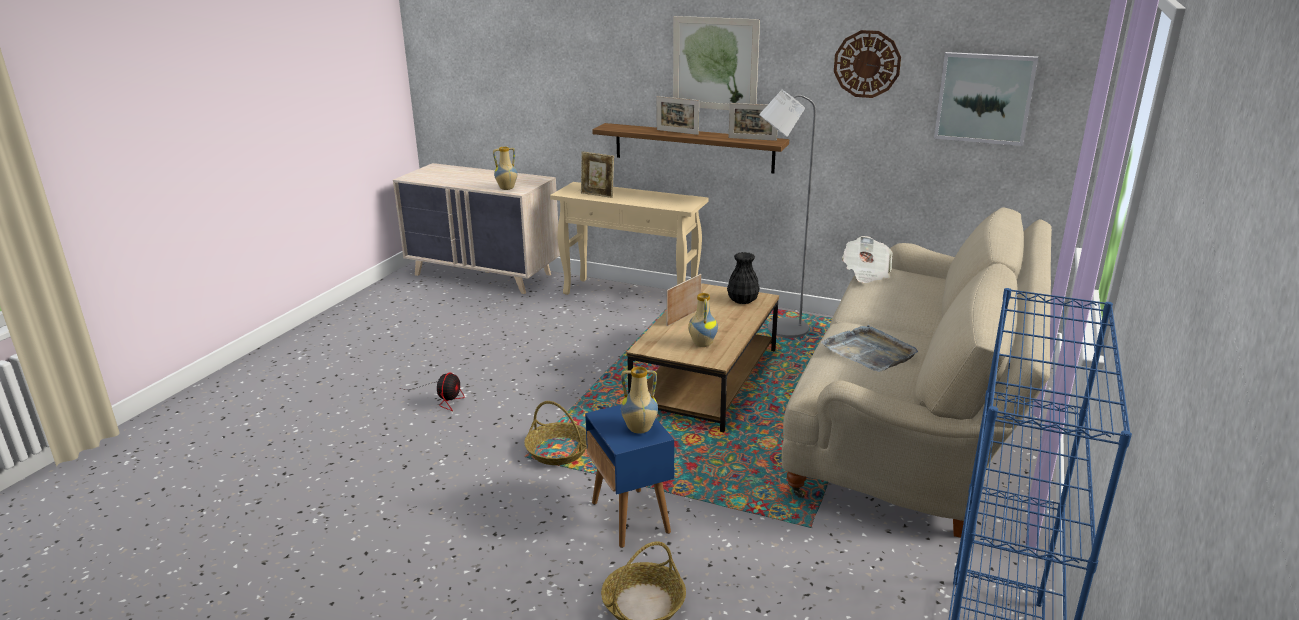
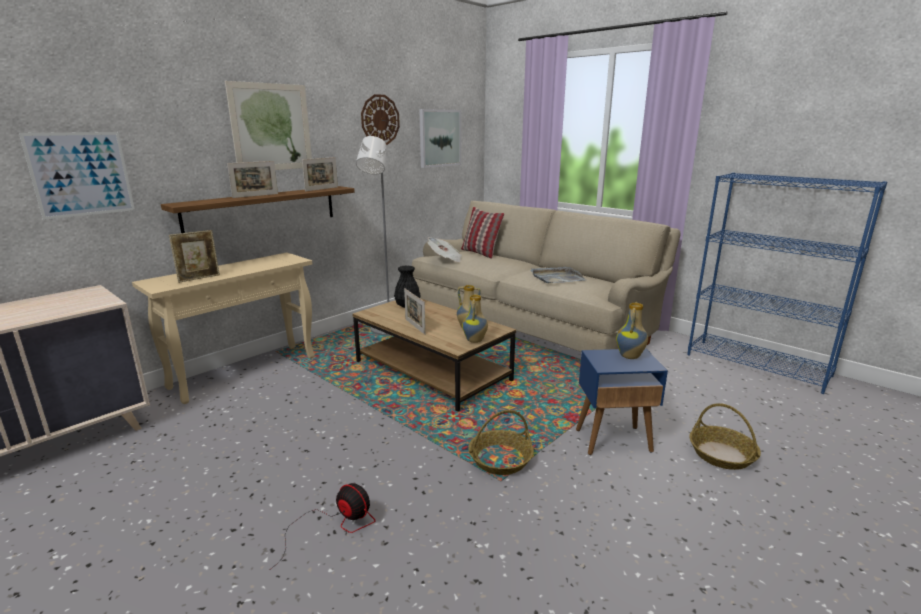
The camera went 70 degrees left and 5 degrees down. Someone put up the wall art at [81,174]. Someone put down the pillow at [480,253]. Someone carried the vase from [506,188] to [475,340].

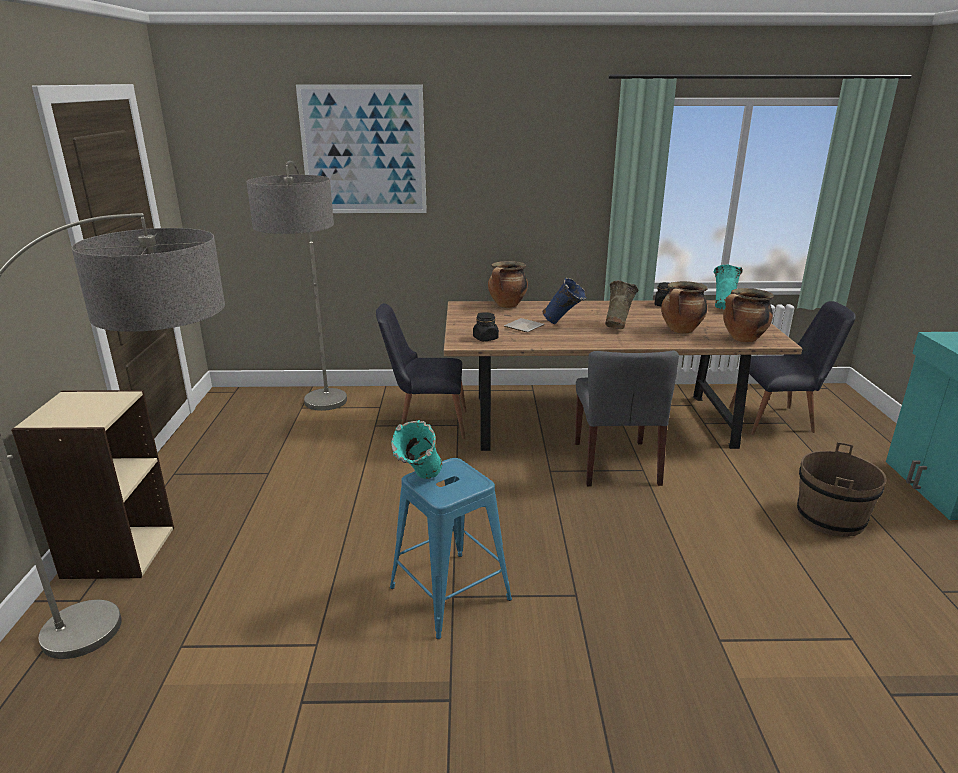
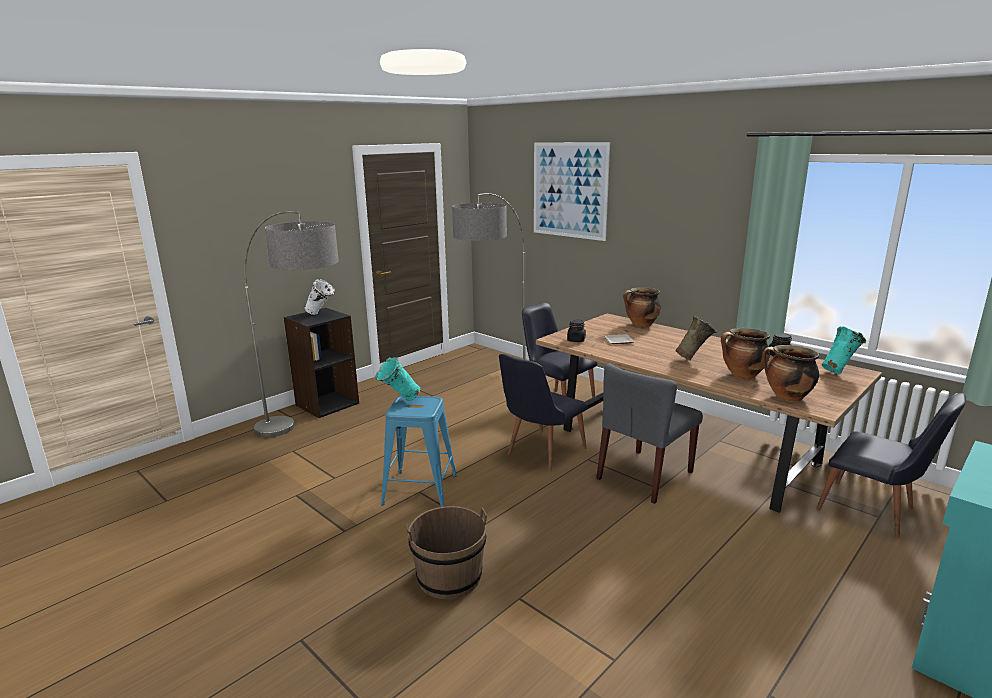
The camera went 45 degrees right and 5 degrees down. Someone repainted the shelving unit in beige-coloured at [118,552], which became the shelving unit in black at [327,404]. Someone put down the vase in white-coloured at [321,314]. Someone carried the bucket in brown-coloured from [830,518] to [449,577]. Someone put down the upright chair in black at [540,453]. Someone took away the vase in blue at [564,324].

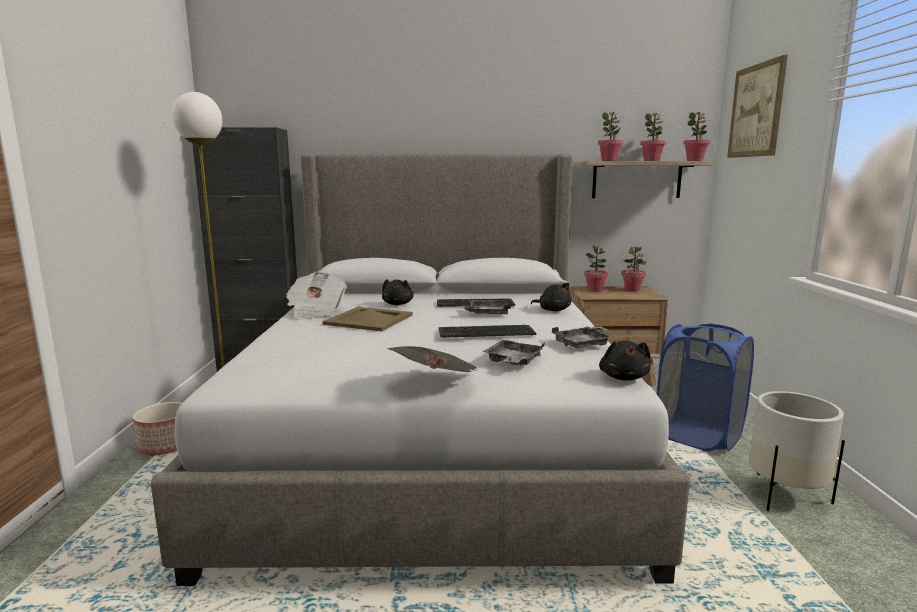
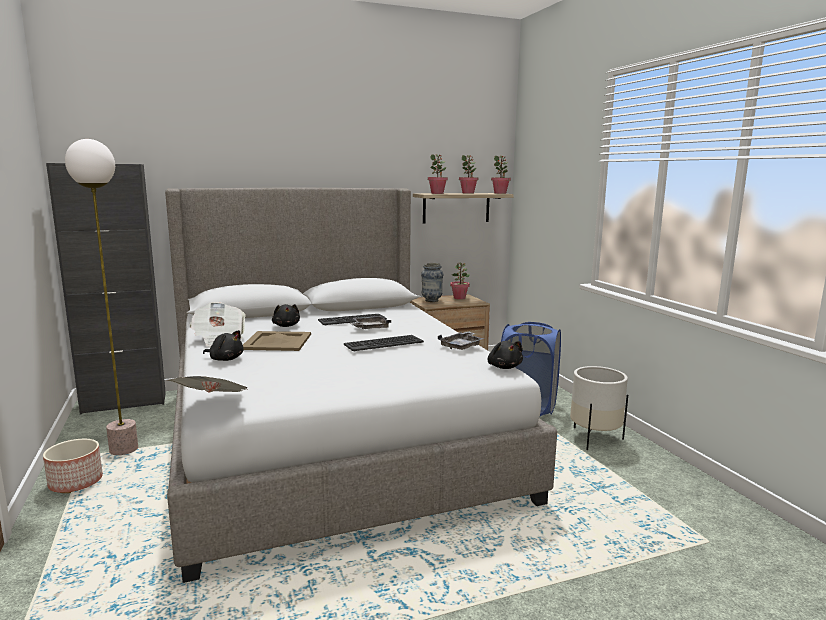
The camera went 20 degrees left and 0 degrees up. Someone carried the printed paper from [437,384] to [213,405]. Someone carried the soft toy in black from [553,310] to [225,359]. Someone swapped the potted plant at [595,290] for the vase at [431,300]. Someone took away the serving tray in grey at [513,361]. Someone took away the wall art at [756,111].

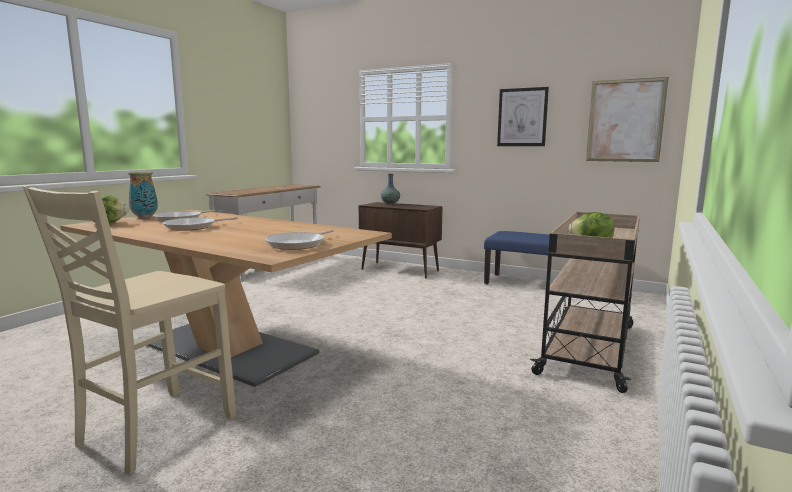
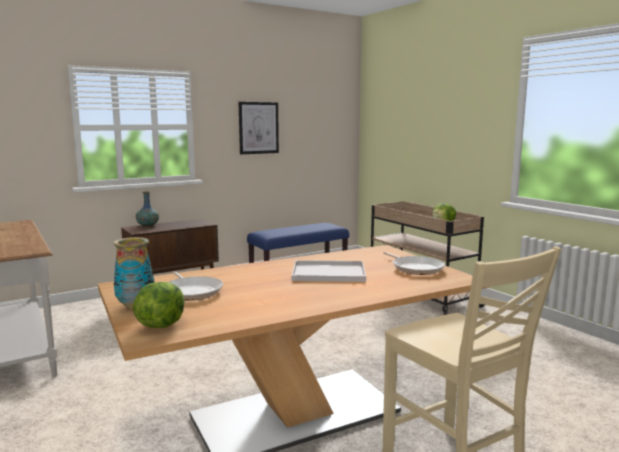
The camera went 60 degrees left and 0 degrees up. Someone put down the serving tray in white-coloured at [330,273]. Someone took away the frying pan at [193,227]. Someone took away the wall art at [625,121].

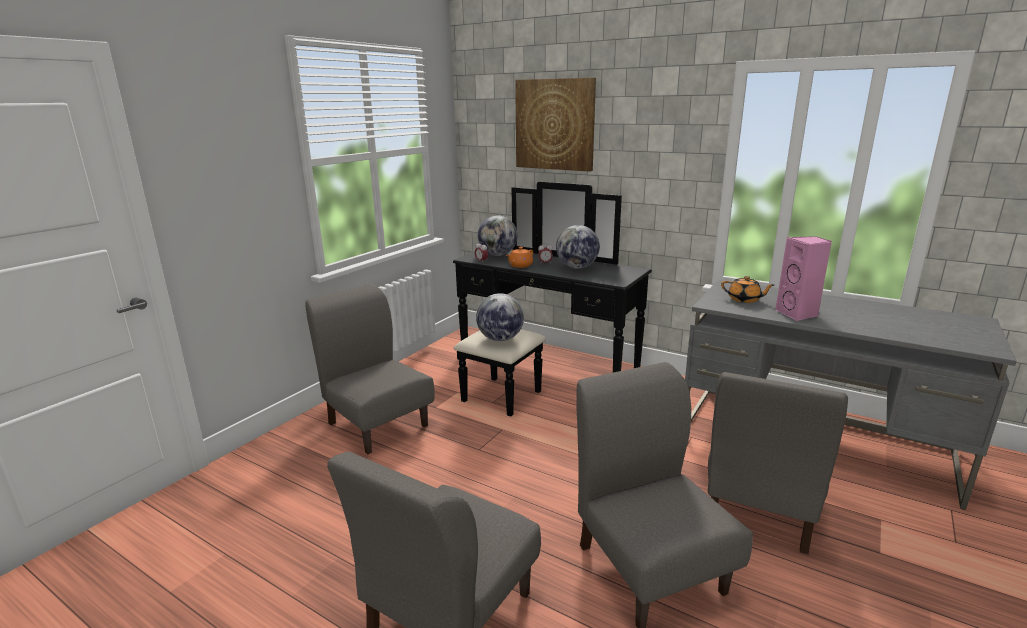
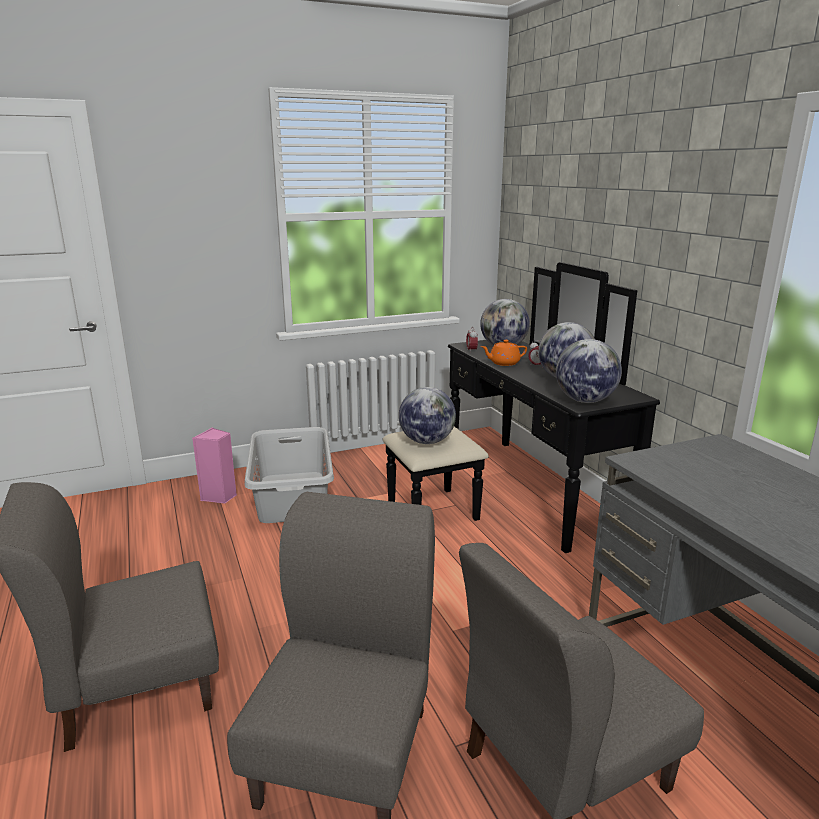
The camera went 35 degrees right and 0 degrees up. Someone carried the loudspeaker in pink-coloured from [798,314] to [219,497]. Someone swapped the upright chair in grey at [377,423] for the laundry basket in grey at [293,496]. Someone put down the world globe at [585,401]. Someone took away the wall art at [555,124]. Someone took away the pot for tea in orange at [744,299].

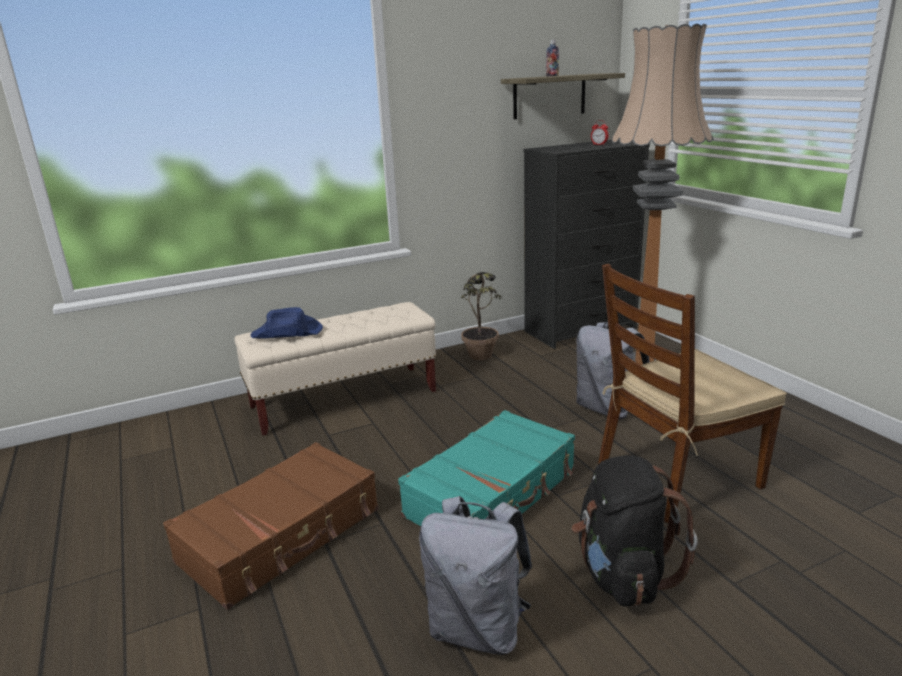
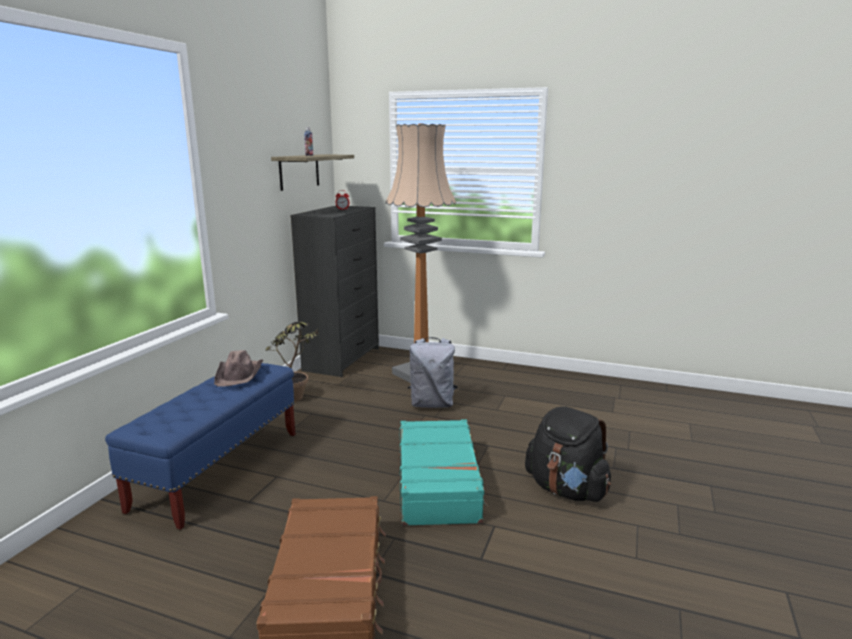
The camera went 45 degrees left and 5 degrees down. Someone repainted the indoor bench in beige-coloured at [344,399], which became the indoor bench in blue at [219,469]. Someone put down the clothing hat in brown-coloured at [239,374]. Someone took away the clothing hat in blue at [288,333]. Someone took away the knapsack in grey at [478,628]. Someone took away the upright chair in brown-coloured at [677,477].

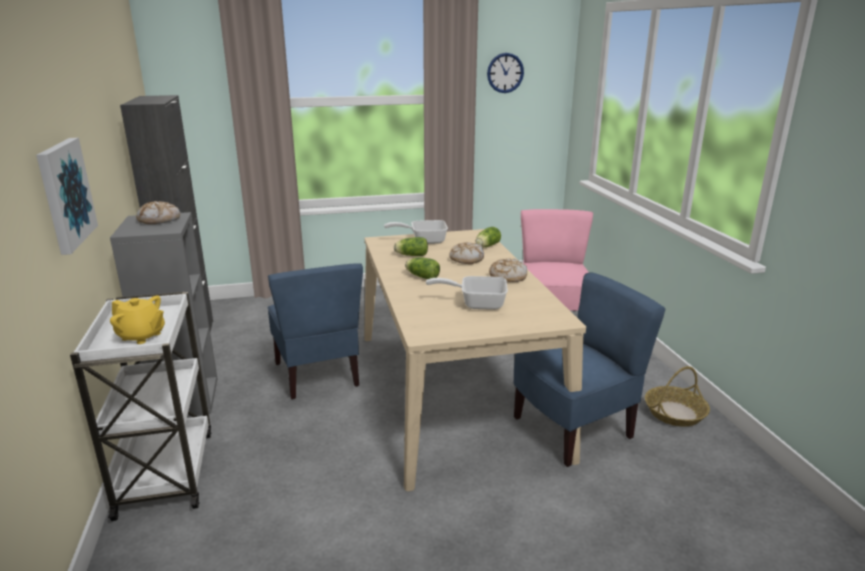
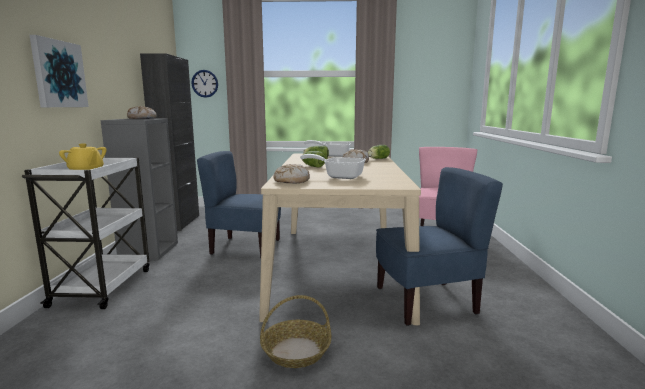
The camera went 15 degrees right and 10 degrees down. Someone carried the wall clock from [505,73] to [205,83]. Someone rotated the upright chair in blue at [318,374] by 105 degrees clockwise. Someone carried the basket from [674,413] to [296,351]. Someone carried the baked bread from [507,277] to [291,181].

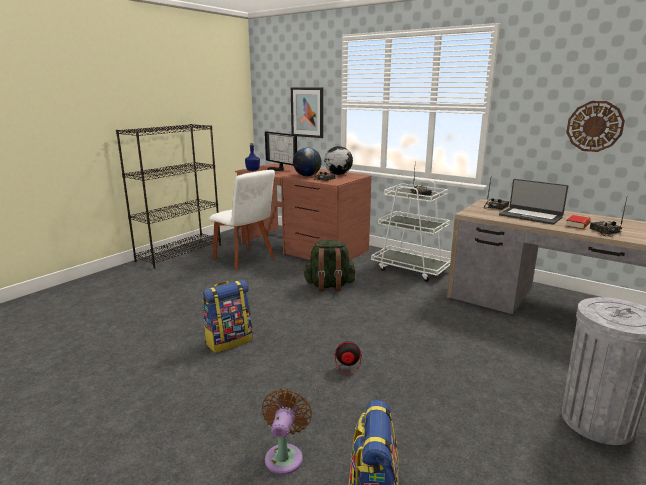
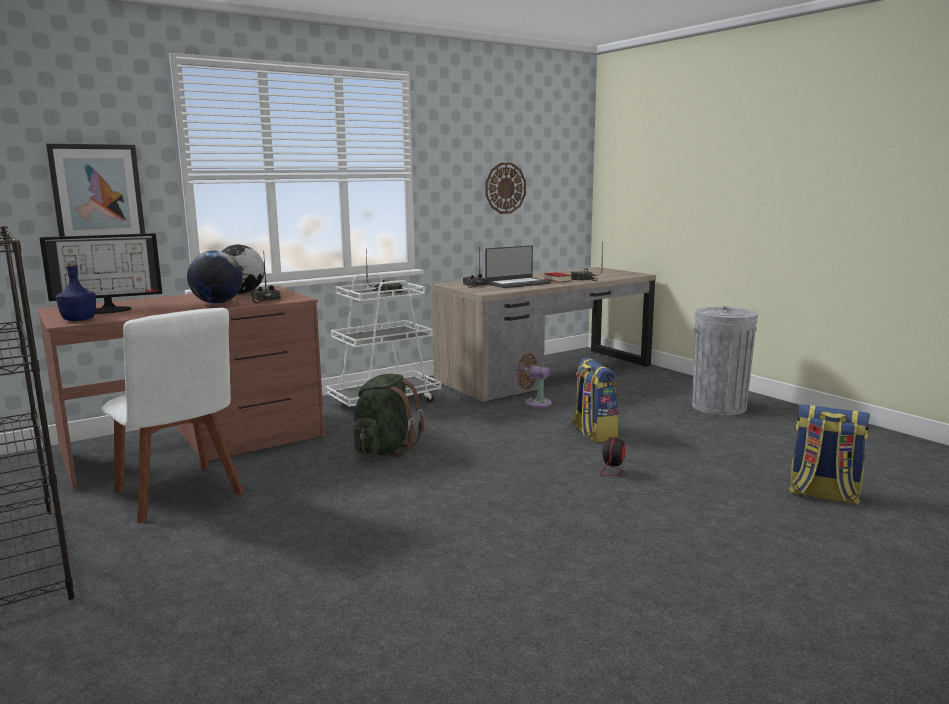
The camera went 70 degrees left and 5 degrees down. Someone rotated the upright chair in white-coloured at [245,259] by 75 degrees clockwise. Someone carried the fan in brown-coloured from [285,456] to [535,402]. Someone carried the knapsack from [229,341] to [593,433].

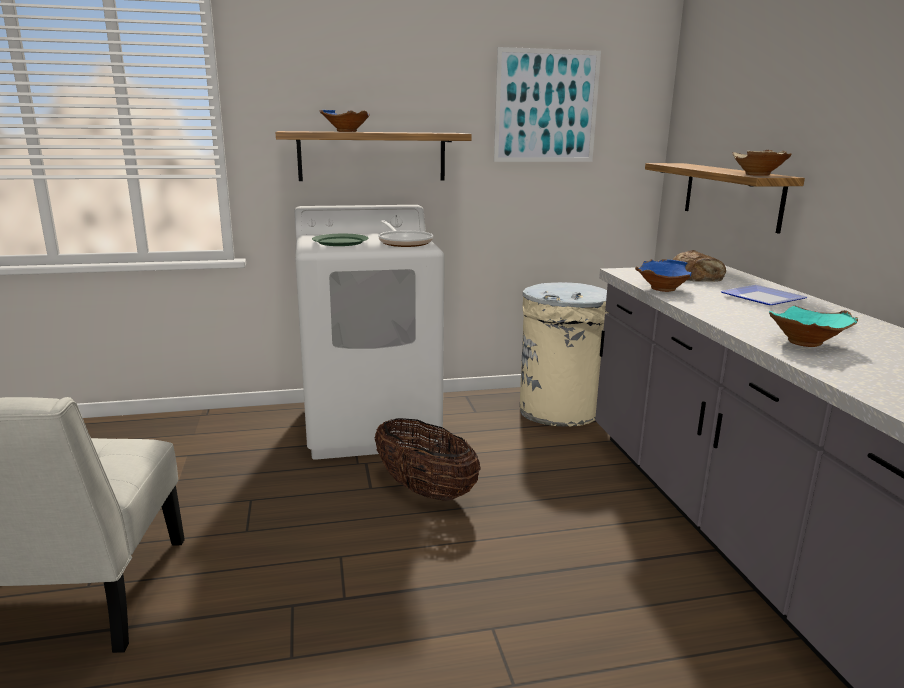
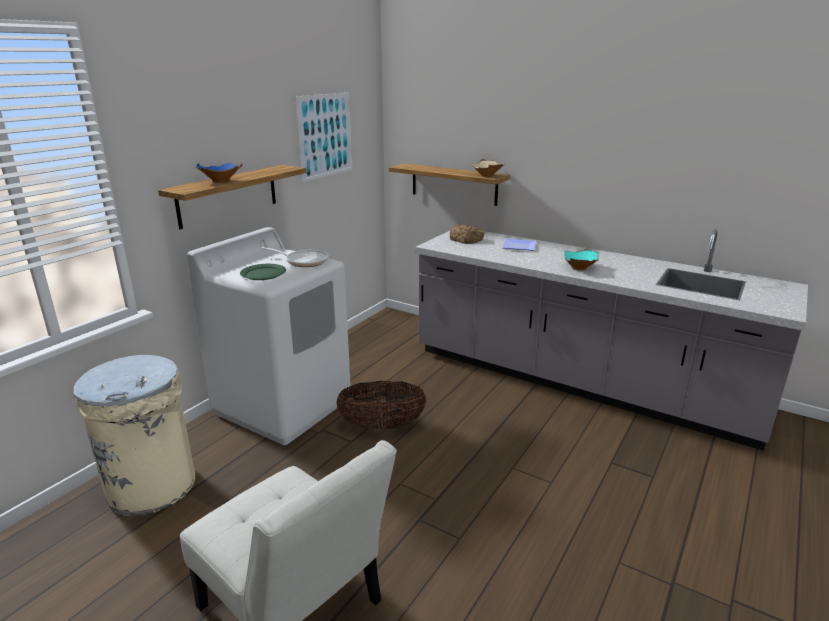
The camera went 45 degrees left and 5 degrees up. Someone carried the trash can in beige-coloured from [560,410] to [152,486]. Someone took away the deep dish in blue at [661,289].

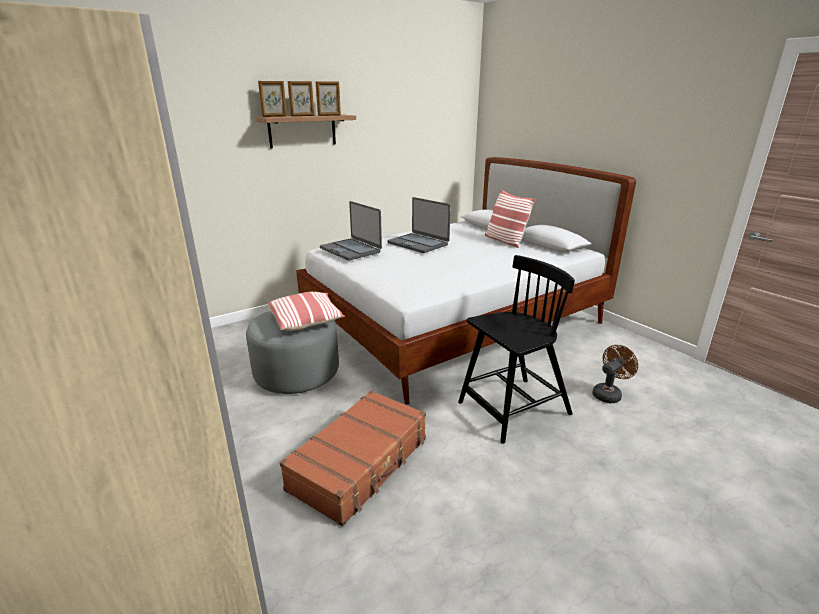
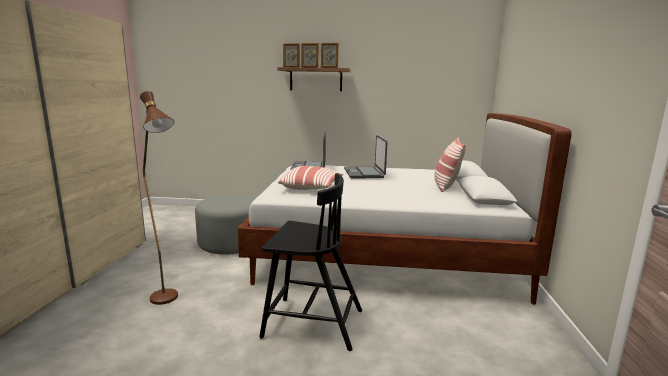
The camera went 40 degrees right and 10 degrees down. Someone swapped the travel case in brown-coloured at [360,464] for the floor lamp in brown-coloured at [168,301]. Someone carried the pillow from [306,321] to [312,188]. Someone took away the fan in brown-coloured at [609,394].

